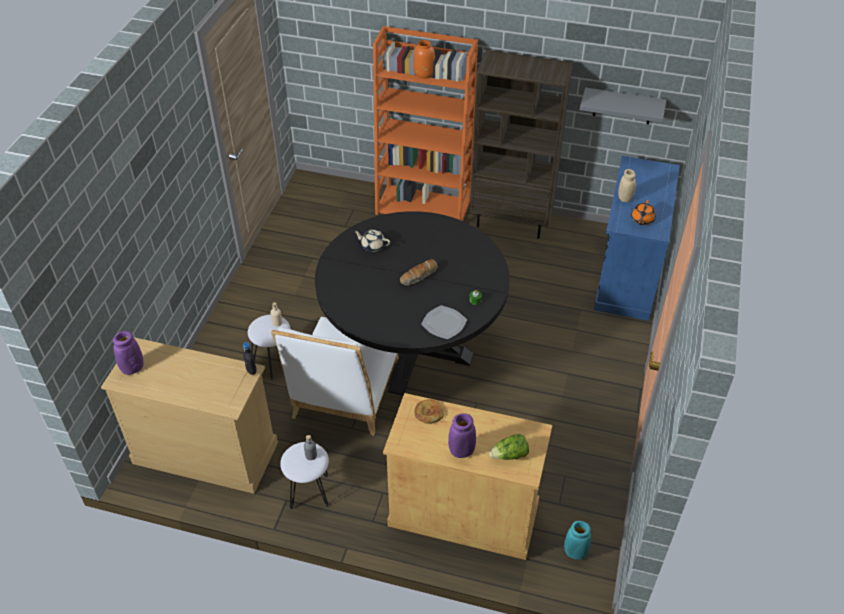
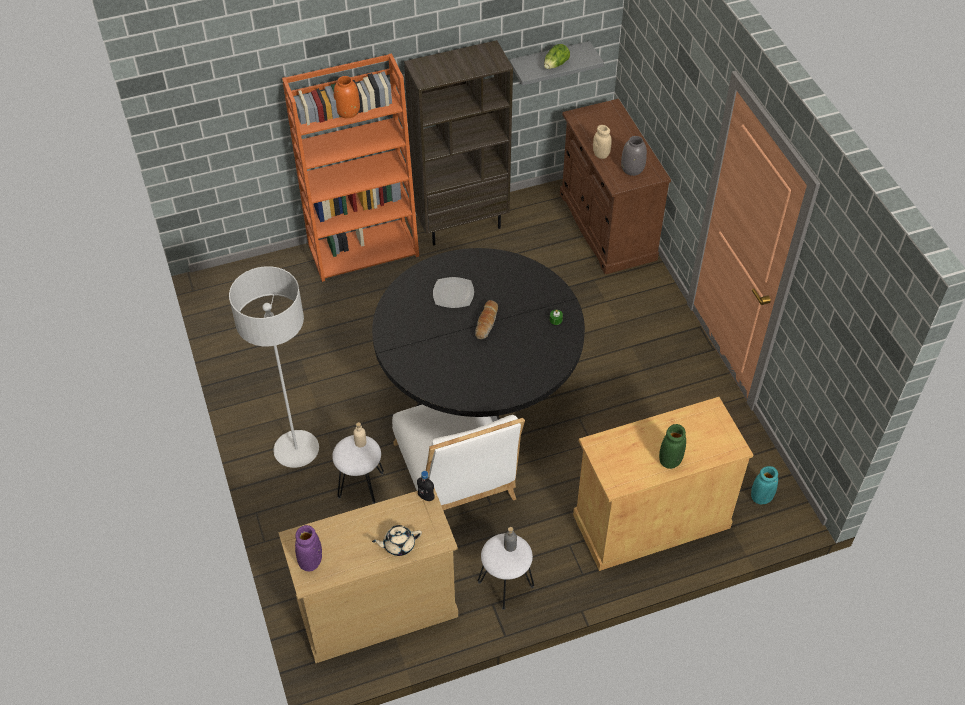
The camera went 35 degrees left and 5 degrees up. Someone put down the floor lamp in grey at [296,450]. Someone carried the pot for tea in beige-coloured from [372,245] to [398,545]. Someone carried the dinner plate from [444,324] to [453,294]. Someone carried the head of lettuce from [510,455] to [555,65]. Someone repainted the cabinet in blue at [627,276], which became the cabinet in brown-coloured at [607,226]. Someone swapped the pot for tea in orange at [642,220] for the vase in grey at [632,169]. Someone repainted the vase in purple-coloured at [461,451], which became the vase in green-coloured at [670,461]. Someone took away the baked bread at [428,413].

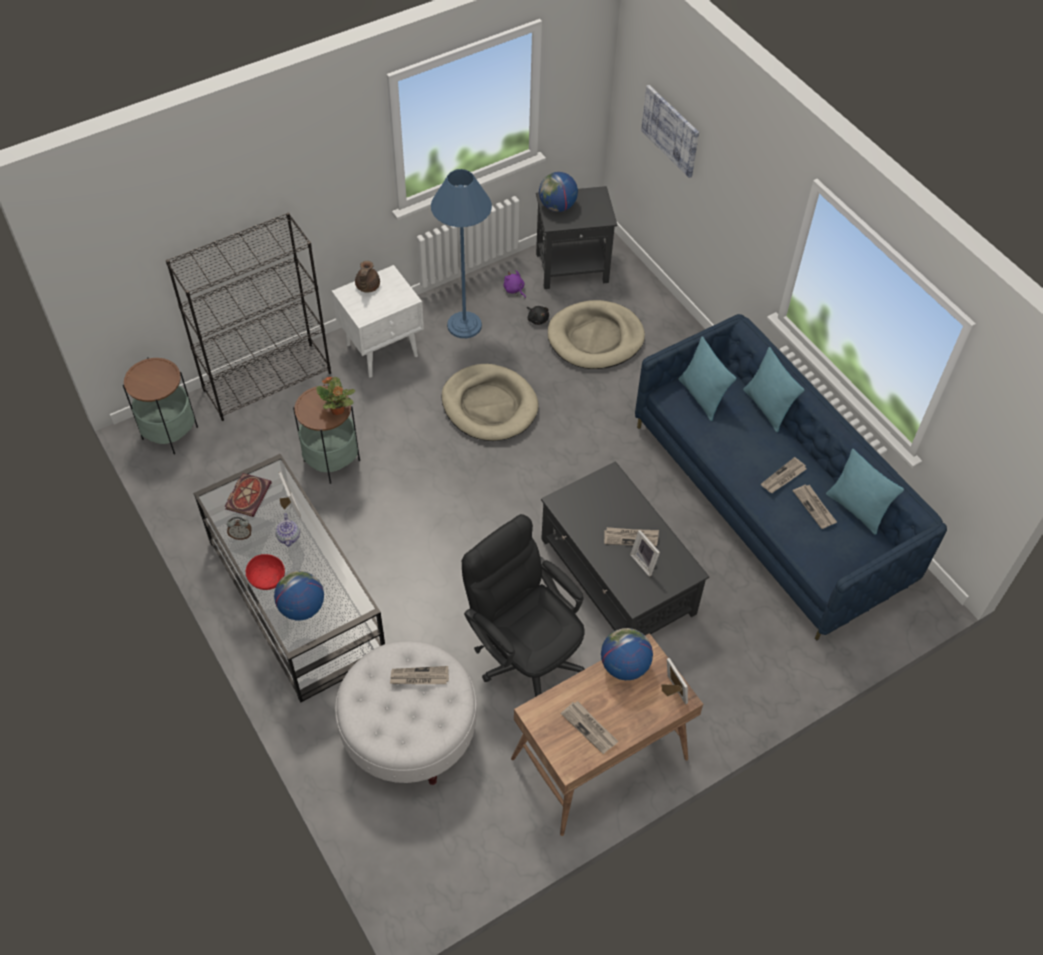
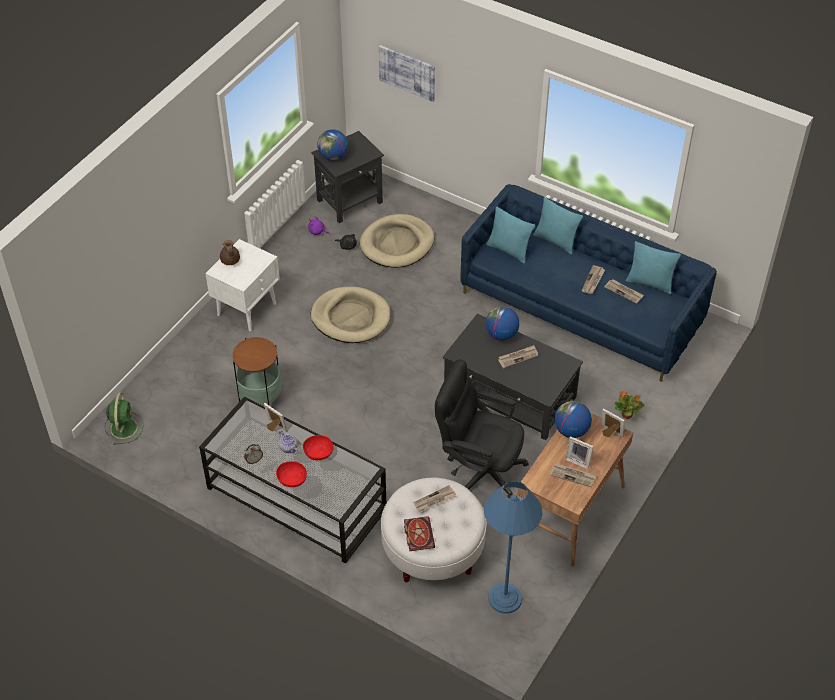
The camera went 25 degrees left and 5 degrees down. Someone swapped the side table at [170,433] for the fan in green-coloured at [124,427]. Someone put down the deep dish in reddish at [318,453]. Someone carried the book from [248,495] to [418,534]. Someone carried the floor lamp in blue from [464,325] to [505,598]. Someone carried the world globe from [301,608] to [501,334]. Someone carried the standing frame from [645,562] to [578,460]. Someone carried the potted plant from [338,410] to [627,415]. Someone took away the shelving unit in black at [268,381].

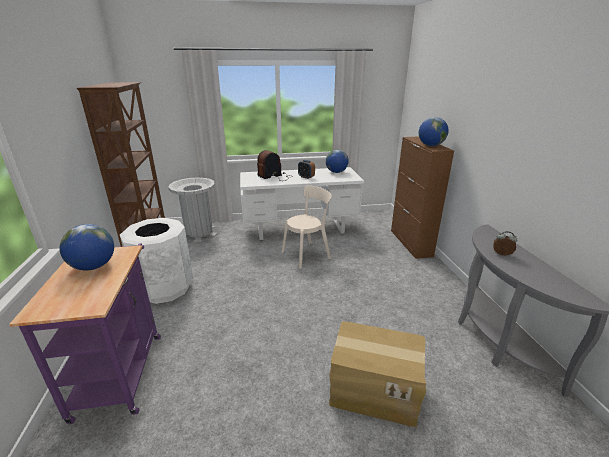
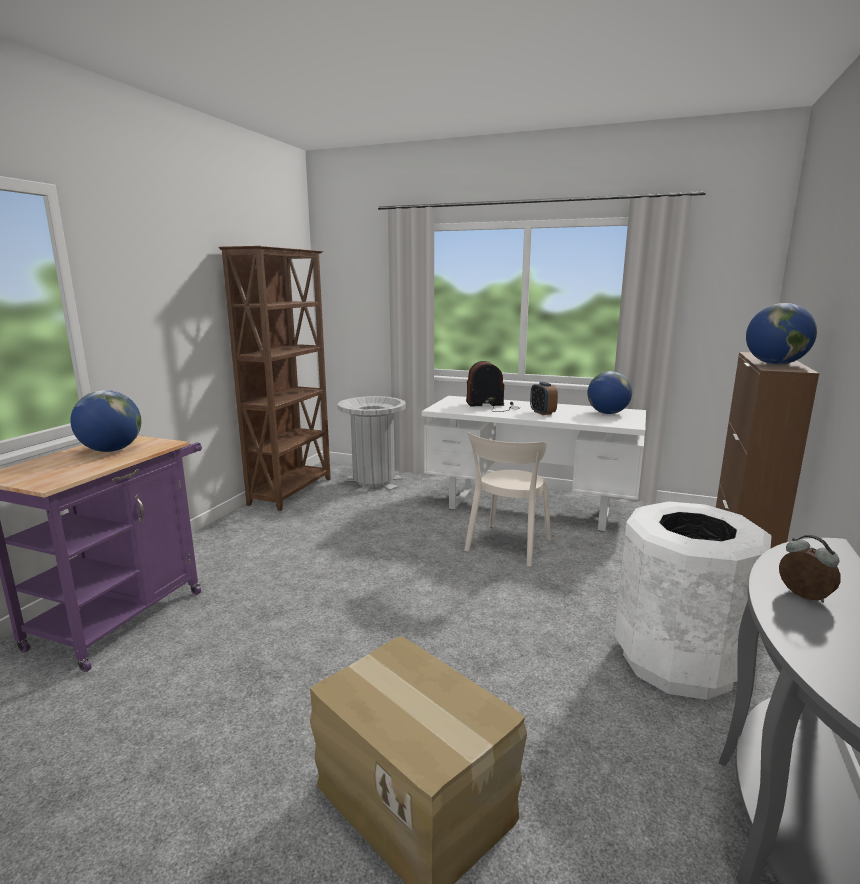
The camera went 30 degrees right and 10 degrees down. Someone rotated the upright chair in beige-coloured at [308,254] by 120 degrees clockwise. Someone carried the trash can in white-coloured from [165,288] to [677,662].

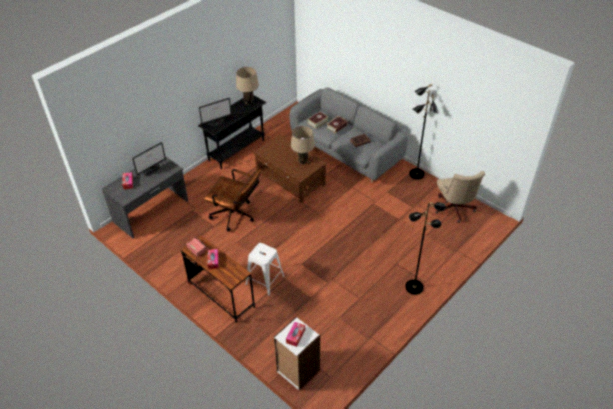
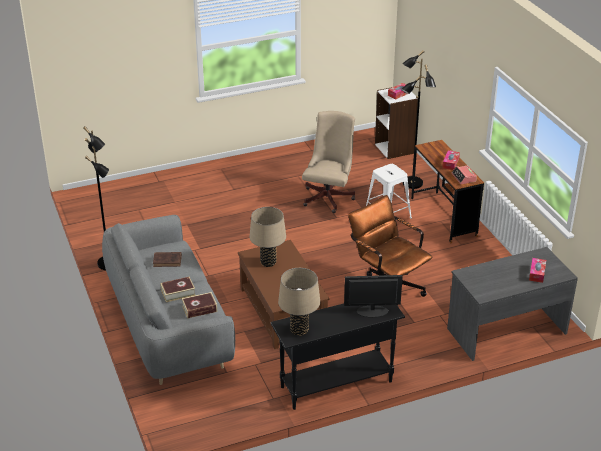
The camera went 155 degrees left and 10 degrees down. Someone carried the desk chair in beige-coloured from [454,210] to [329,196]. Someone carried the floor lamp in black from [414,287] to [412,183]. Someone took away the computer display at [151,169].

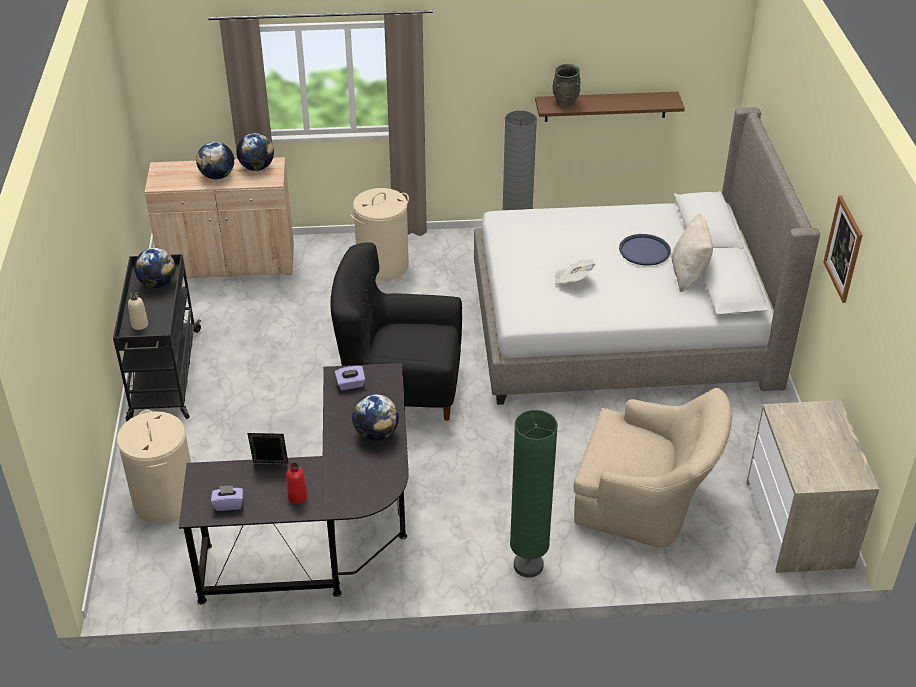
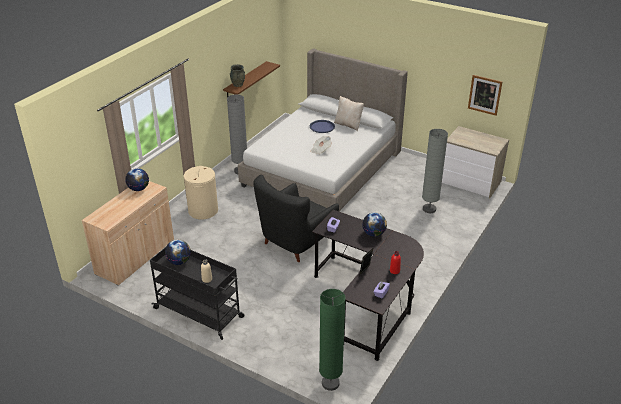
The camera went 55 degrees left and 5 degrees down. Someone carried the floor lamp in green-coloured from [528,566] to [330,383]. Someone swapped the lounge chair in beige-coloured at [646,502] for the floor lamp in grey at [429,209]. Someone carried the wall art from [843,249] to [484,95]. Someone took away the laundry basket in beige-coloured at [165,500]. Someone took away the world globe at [217,176].

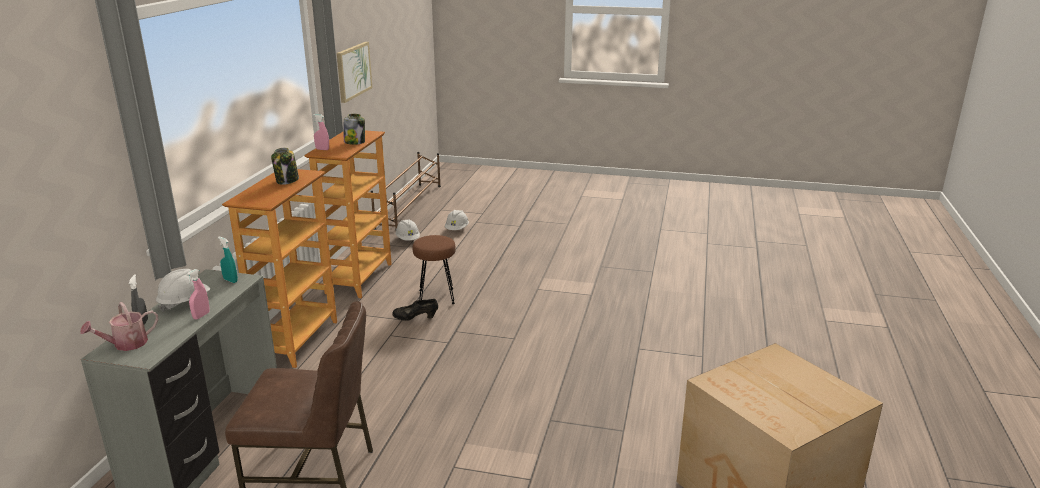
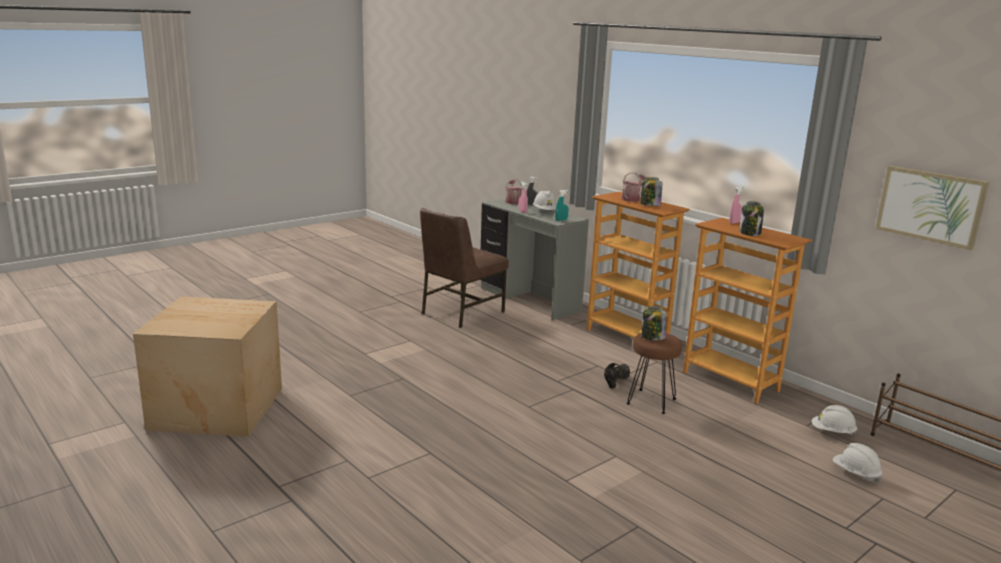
The camera went 125 degrees right and 5 degrees down. Someone put down the watering can at [632,199]. Someone put down the jar at [652,337].

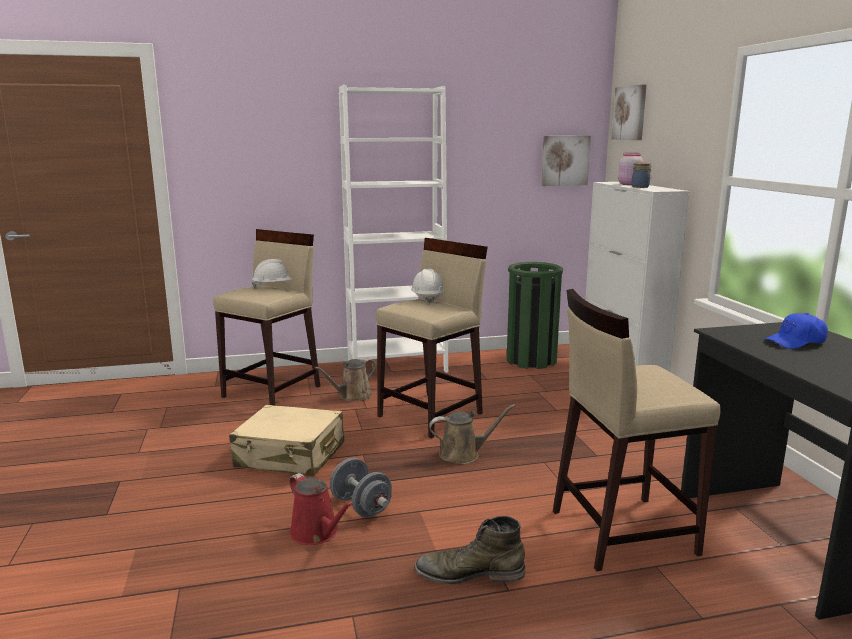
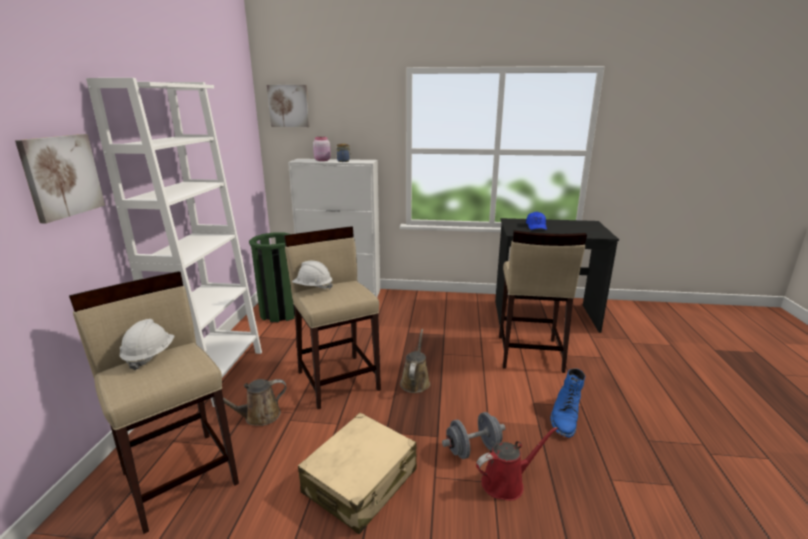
The camera went 70 degrees left and 5 degrees up. Someone carried the wall art from [564,160] to [61,176]. Someone rotated the watering can in brown-coloured at [352,396] by 90 degrees clockwise. Someone repainted the tall boot in green-coloured at [469,573], which became the tall boot in blue at [565,416].

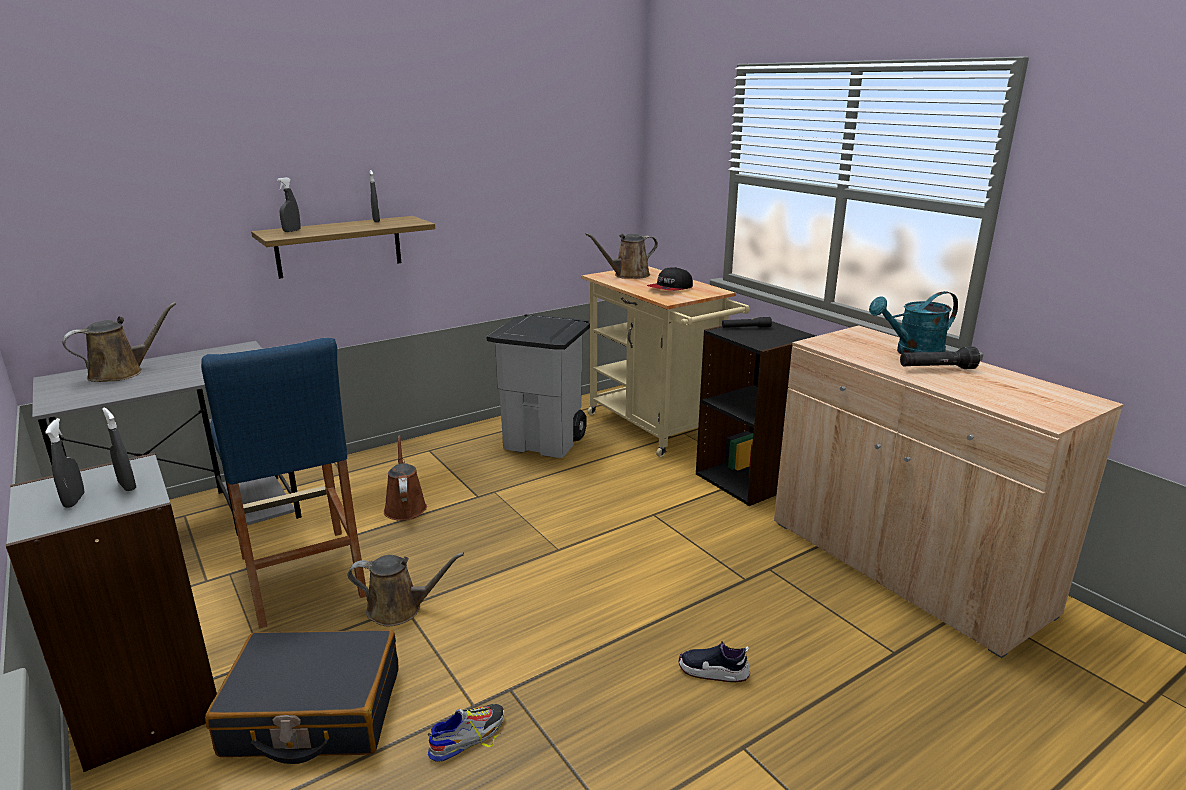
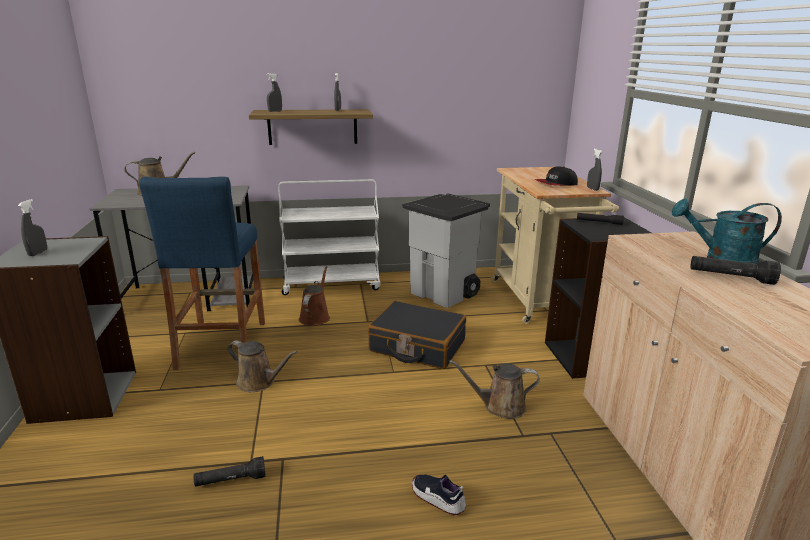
The camera went 25 degrees right and 0 degrees up. Someone swapped the shoe at [468,736] for the hand torch in black at [231,481]. Someone put down the cart in white-coloured at [332,284]. Someone carried the travel case in black from [313,712] to [417,346]. Someone carried the watering can in brown-coloured from [628,275] to [500,406]. Someone carried the hand sprayer in grey from [127,486] to [592,189].

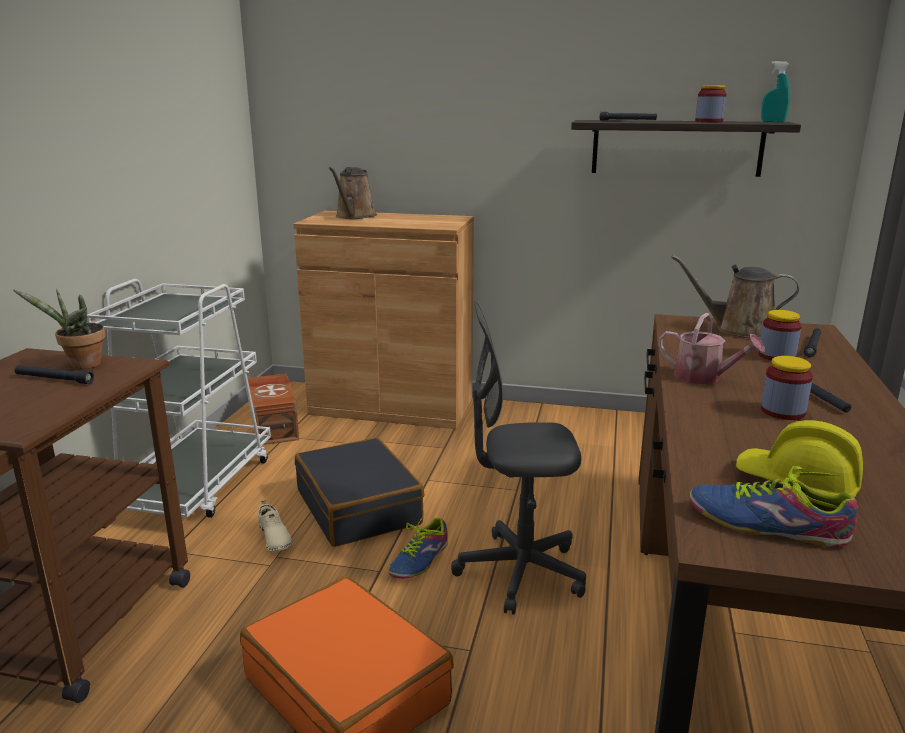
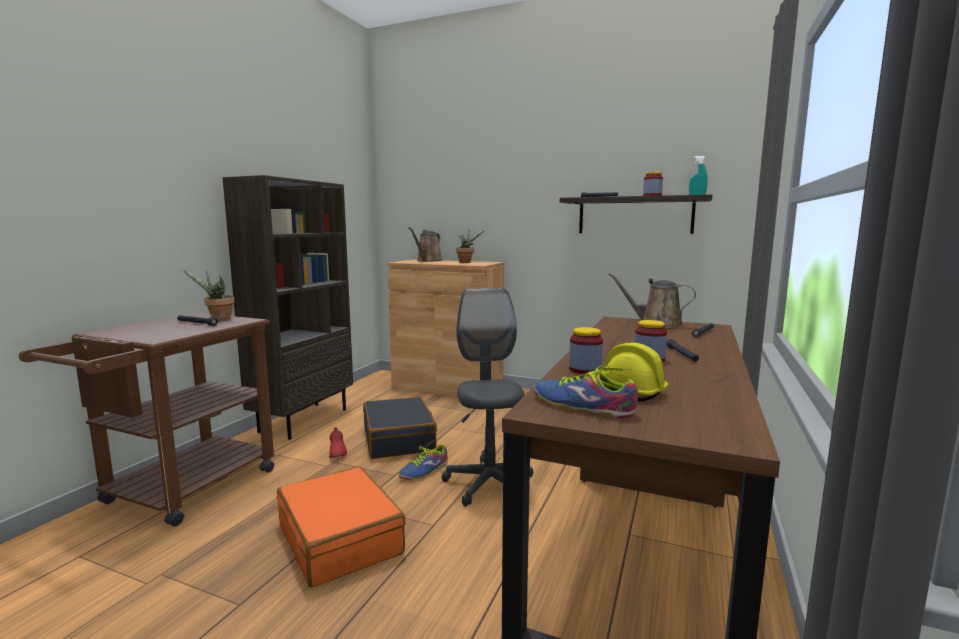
The camera went 10 degrees right and 10 degrees down. Someone swapped the cart in white-coloured at [195,484] for the shelving unit in brown-coloured at [303,420]. Someone repainted the shoe in beige-coloured at [274,537], which became the shoe in reddish at [337,451]. Someone rotated the desk chair in grey at [520,572] by 75 degrees clockwise. Someone put down the potted plant at [466,262]. Someone carried the jar from [777,356] to [585,370]. Someone took away the storage box in brown-coloured at [275,425]. Someone took away the watering can at [704,377].

